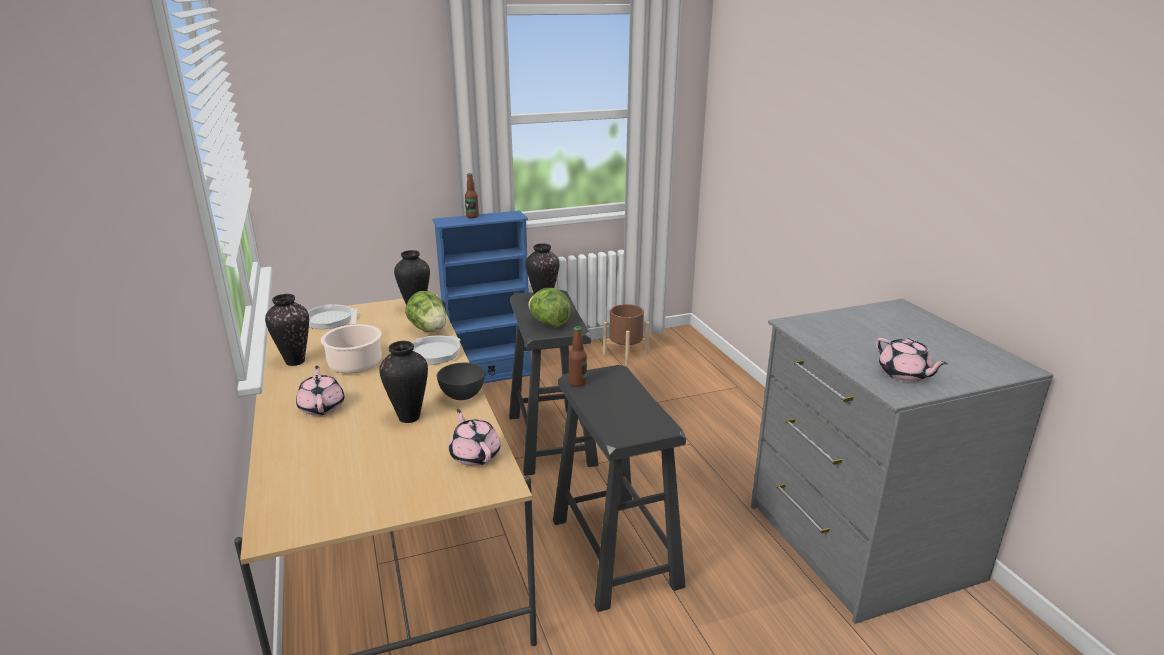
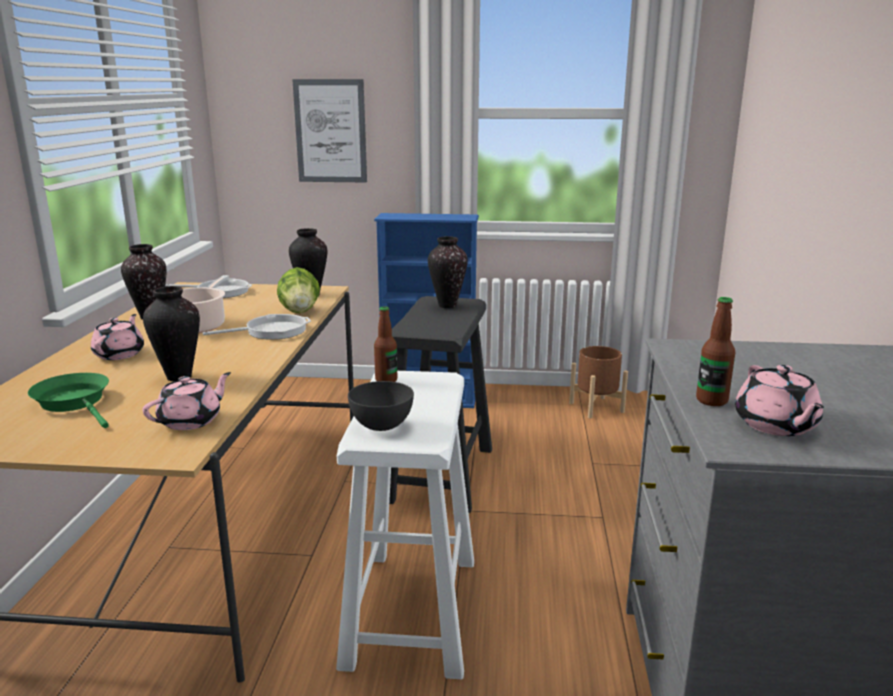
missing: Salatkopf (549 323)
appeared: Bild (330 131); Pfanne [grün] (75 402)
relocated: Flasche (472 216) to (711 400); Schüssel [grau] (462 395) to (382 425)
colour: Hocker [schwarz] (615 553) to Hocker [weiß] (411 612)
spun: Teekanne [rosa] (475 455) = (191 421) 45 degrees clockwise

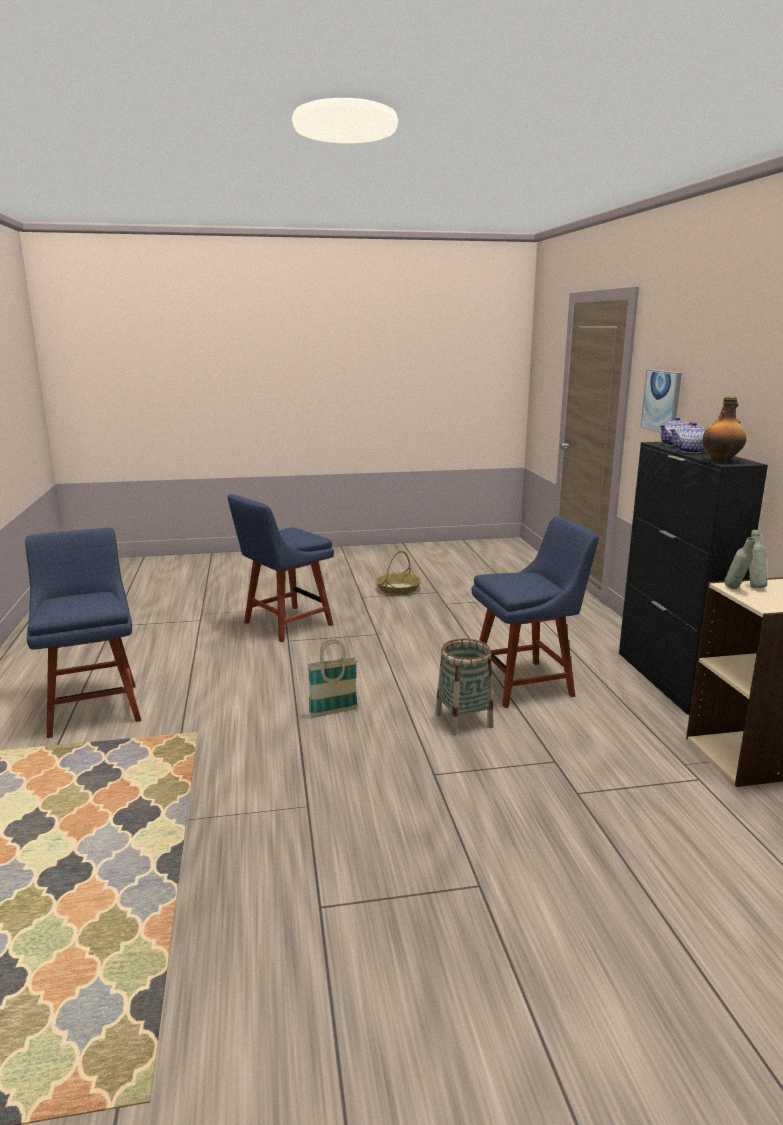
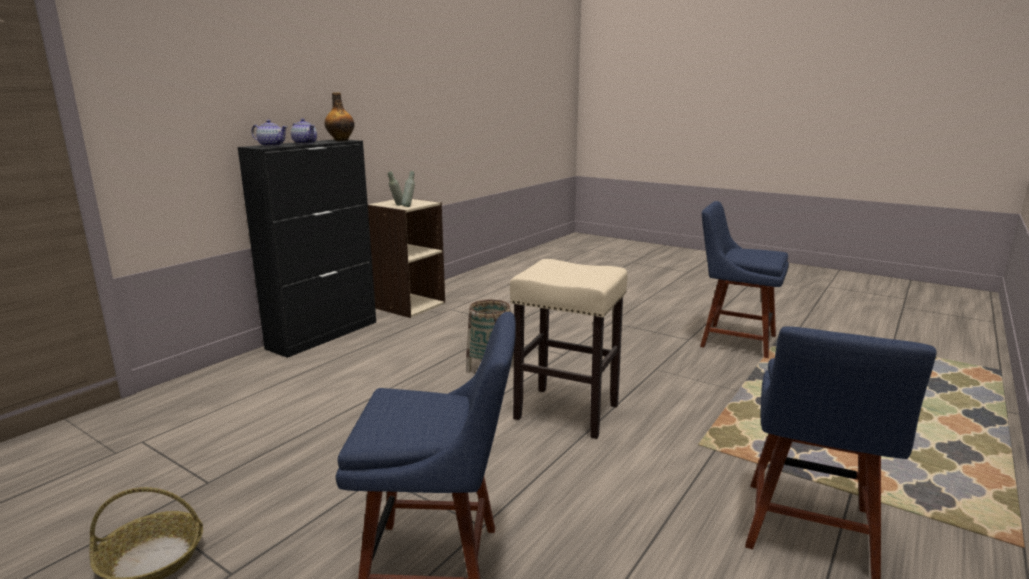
missing: Bild (662 401)
relocated: Stuhl [blau] (527 683) to (733 340)
exchanged: Korb (333 712) to Hocker [beige] (565 412)

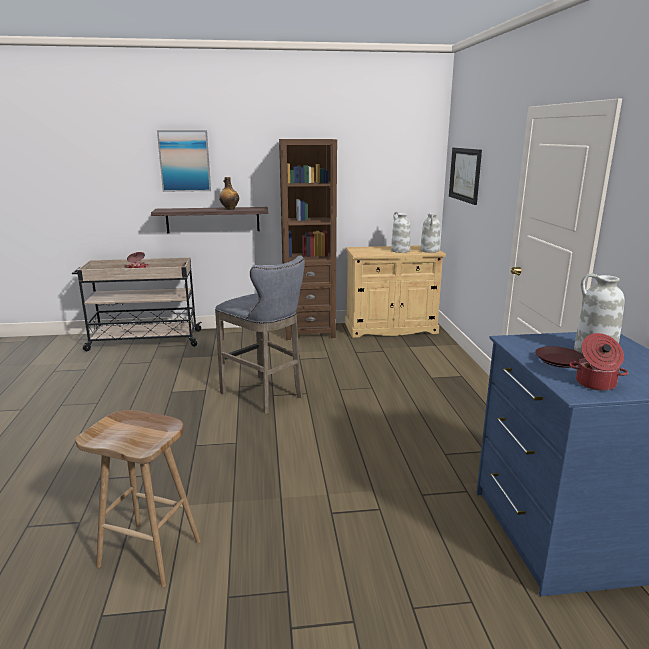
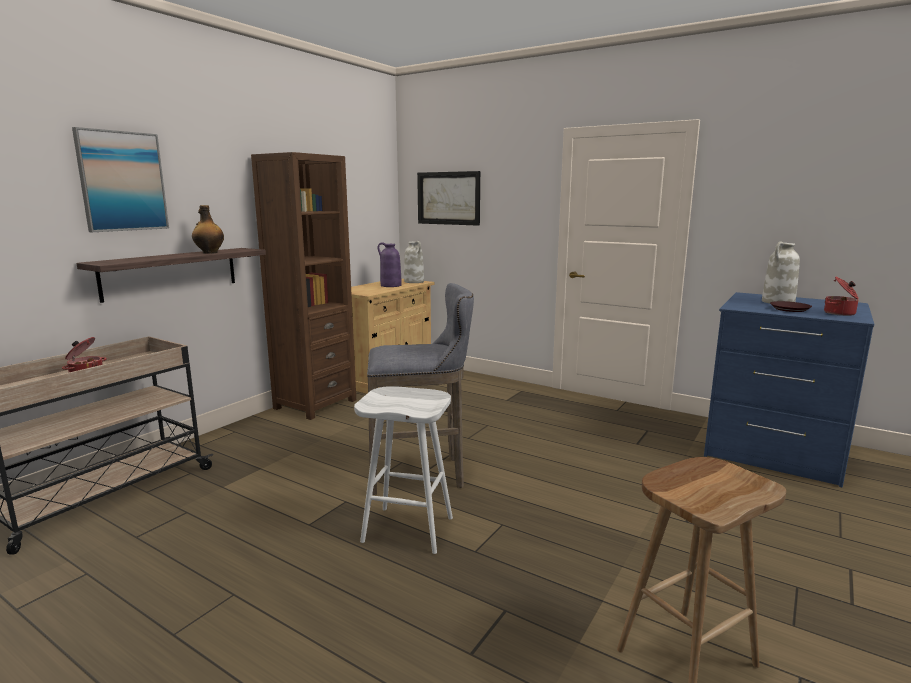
appeared: Hocker [weiß] (409 529)
colour: Vase [weiß] (400 250) to Vase [lila] (390 285)

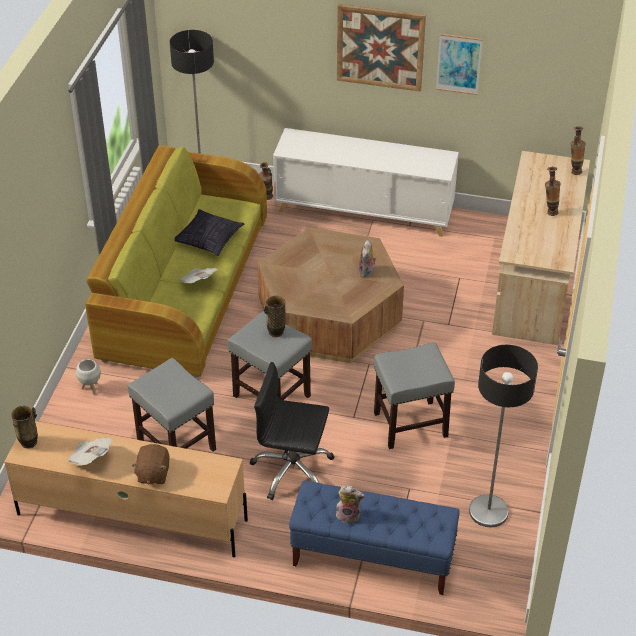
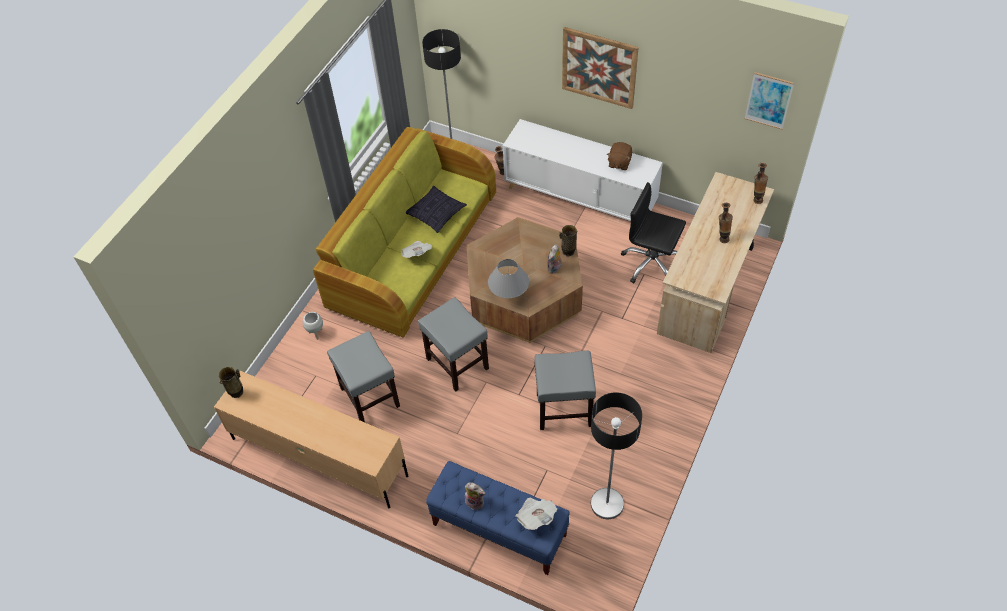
appeared: Tischlampe [grau] (509 295)
relocated: Bild (459 64) to (768 100); Vase (276 332) to (568 252); Bürostuhl [schwarz] (292 470) to (651 264); Zeitung (91 458) to (536 517); Plüschtier [braun] (153 474) to (619 163)

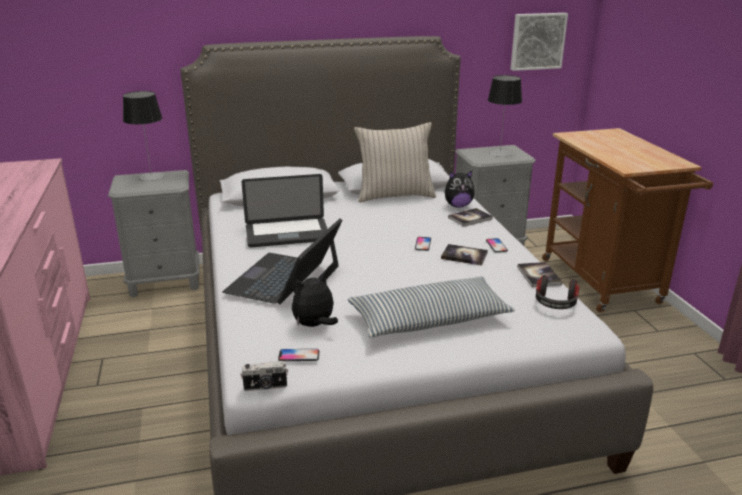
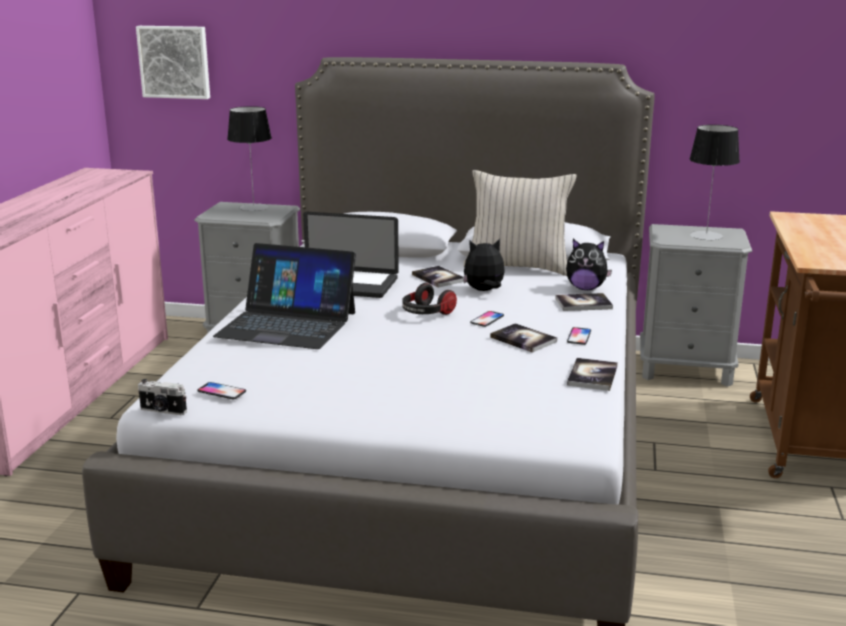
missing: Kissen (429 320)
appeared: Buch (438 278)
relocated: Bild (537 41) to (175 62); Plüschtier (315 325) to (484 291); Kopfhörer (555 304) to (426 313)
spun: Laptop (285 279) = (287 324) 120 degrees counterclockwise

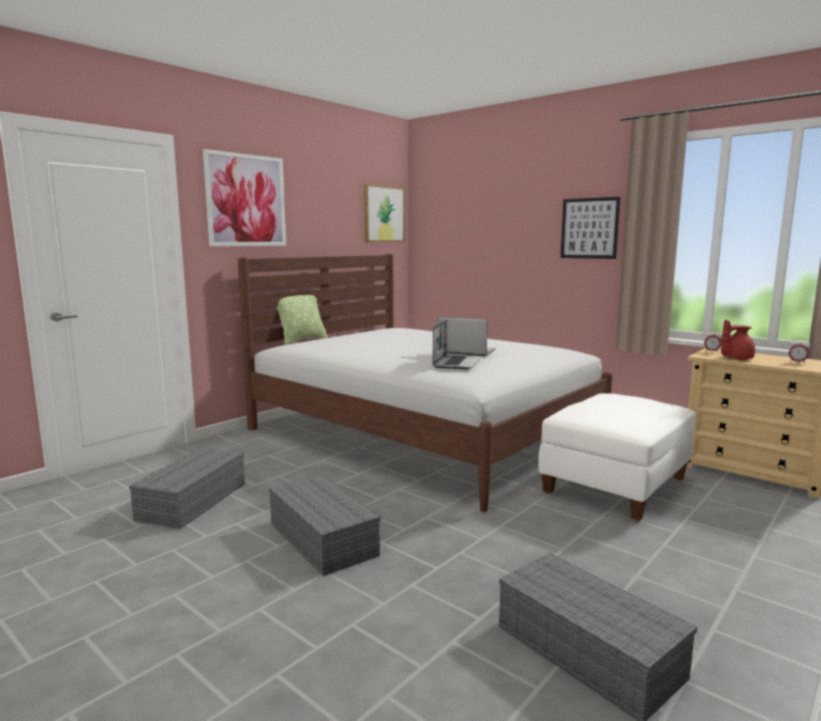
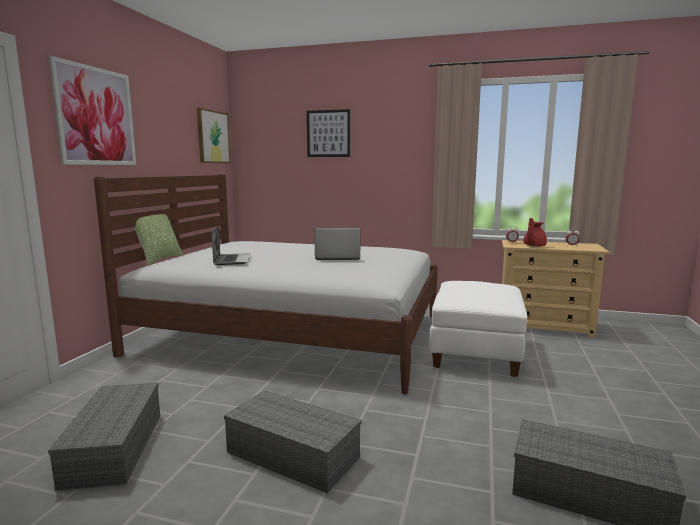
relocated: Bild (589 228) to (328 133); Laptop (456 363) to (231 260)

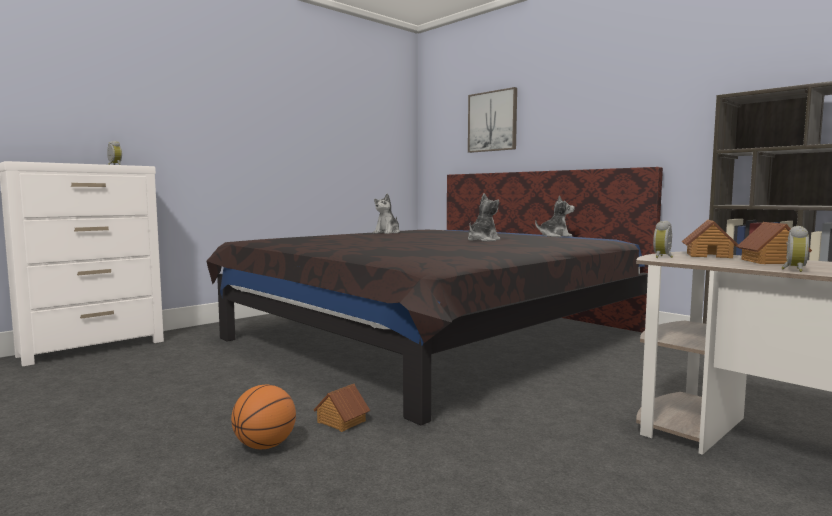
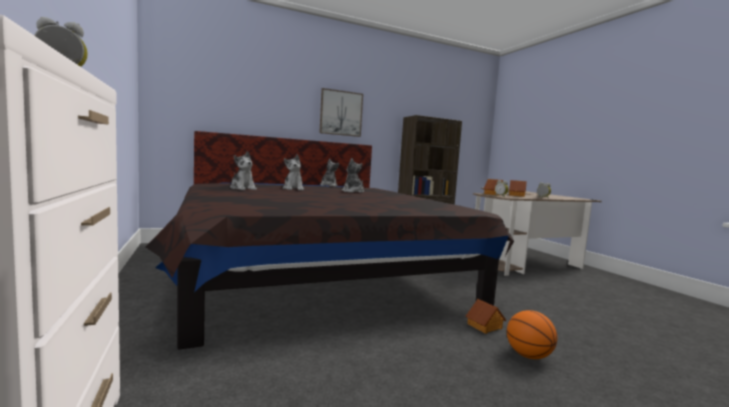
appeared: Plüschtier (293 189)
relocated: Bild (492 121) to (341 113)

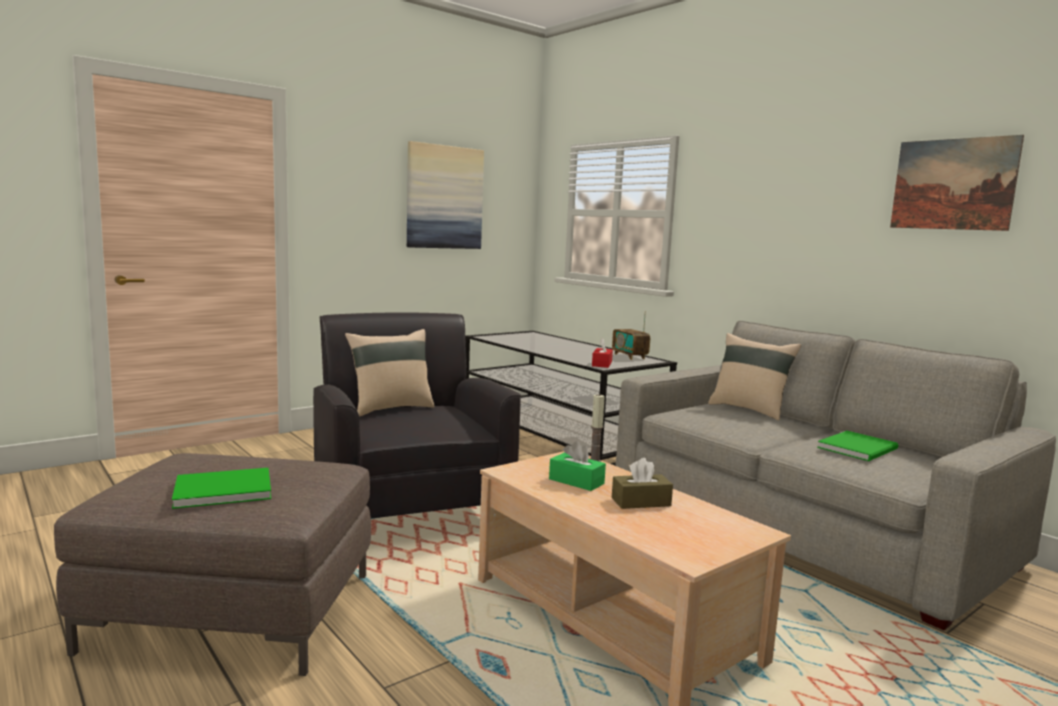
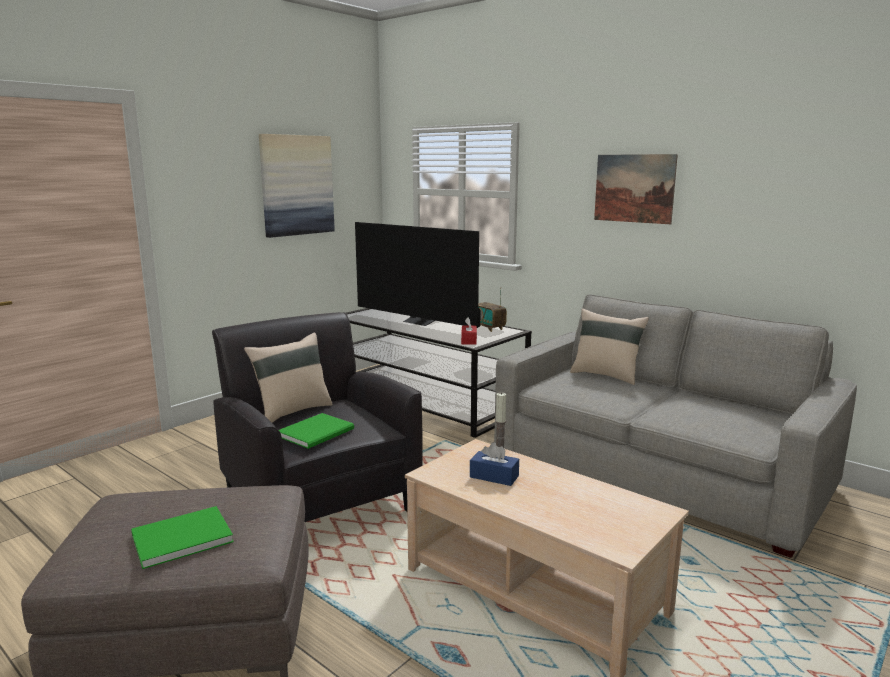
missing: Taschentuchbox [braun] (641 502)
appeared: Fernseher (420 322)
relocated: Bild (953 184) to (634 188); Buch [grün] (860 448) to (318 432)
colour: Taschentuchbox [grün] (576 481) to Taschentuchbox [blau] (494 476)

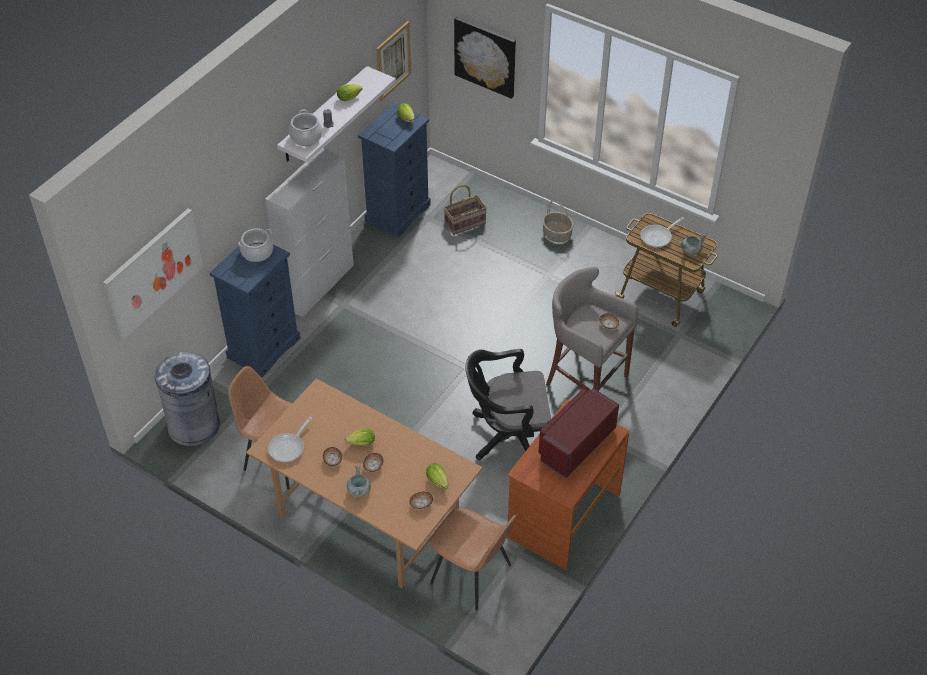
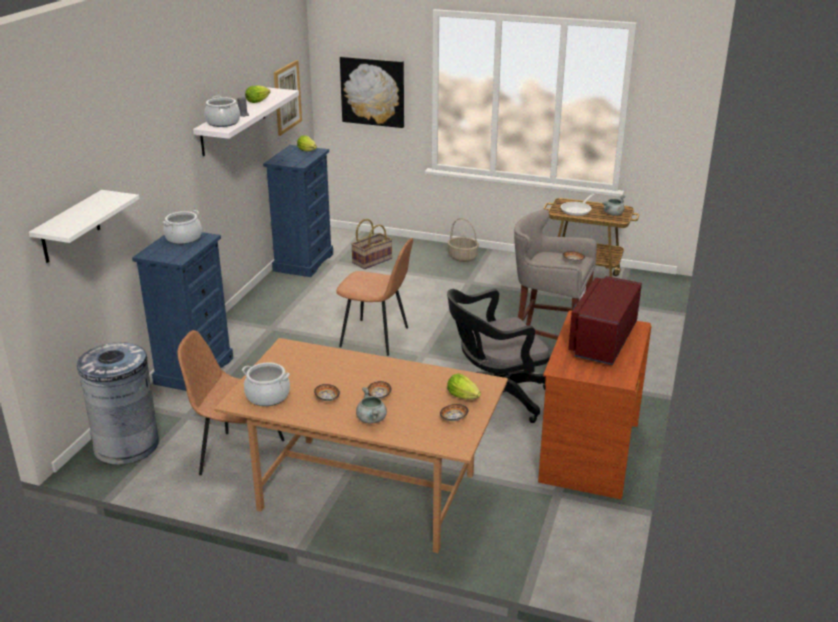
missing: Schrank [weiß] (318 285); Salatkopf (360 443)
relocated: Stuhl [braun] (472 575) to (376 337)
exchanged: Bild (153 273) to Wandregal [weiß] (70 227); Pfanne (289 447) to Kochtopf (267 396)

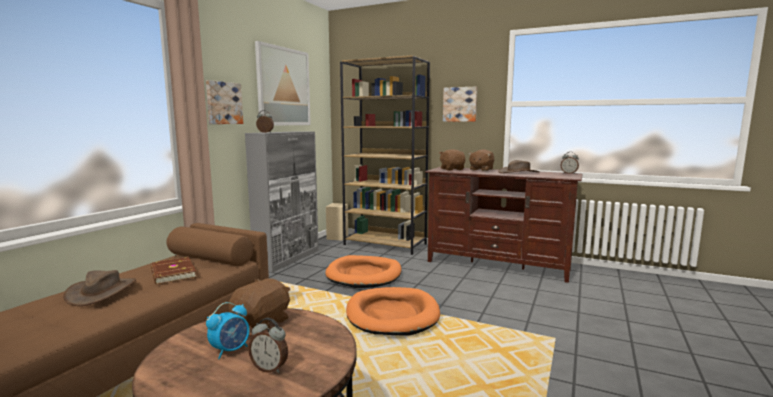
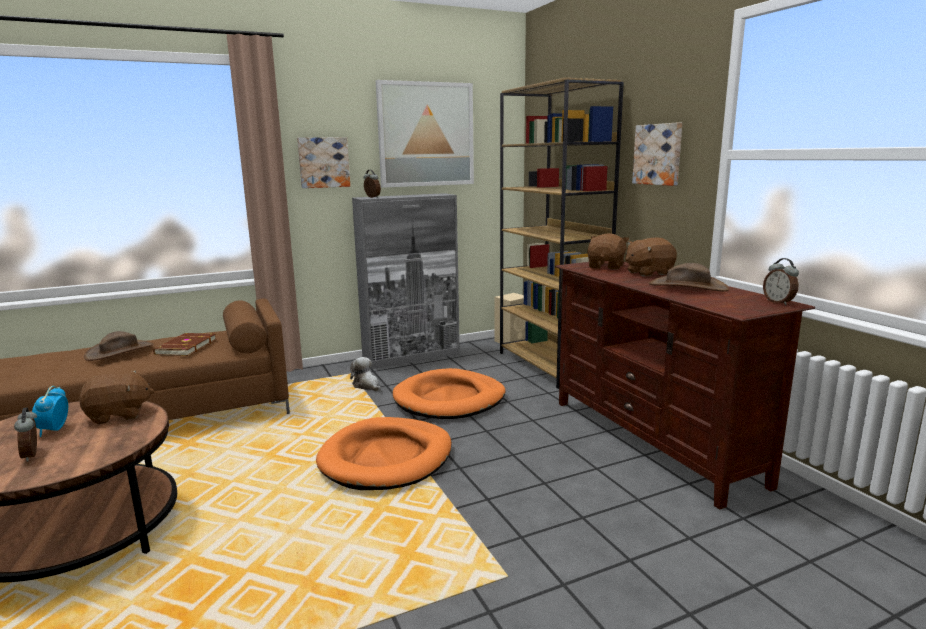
appeared: Plüschtier (366 386)
spun: Wecker (231 350) = (53 430) 90 degrees clockwise

